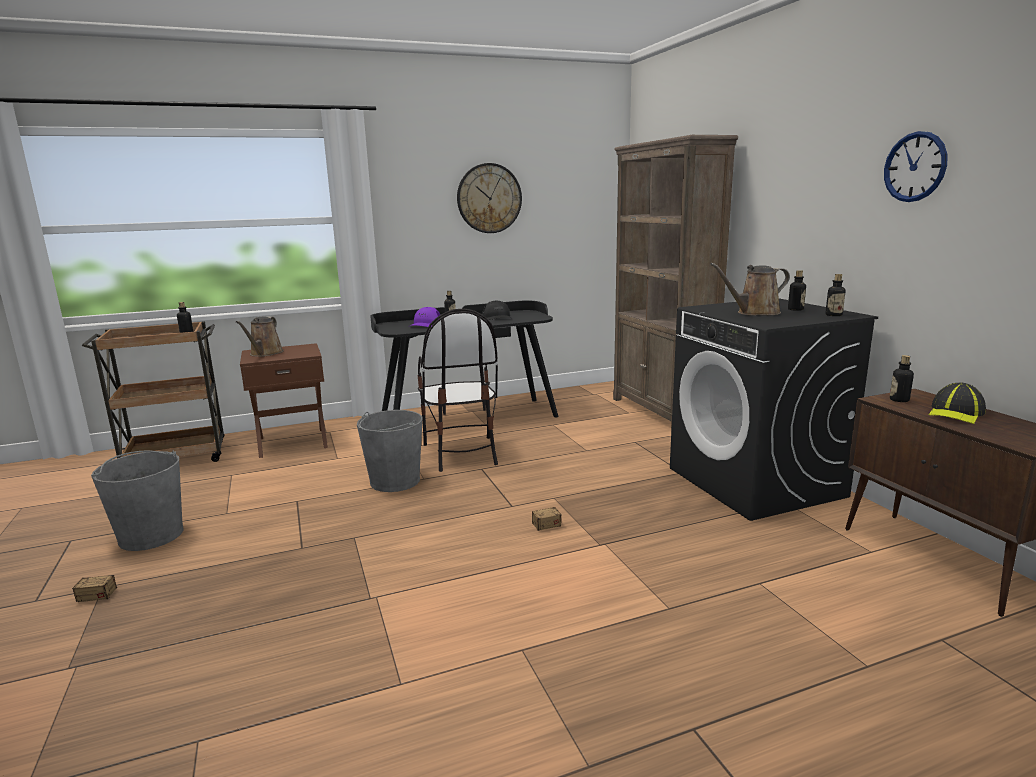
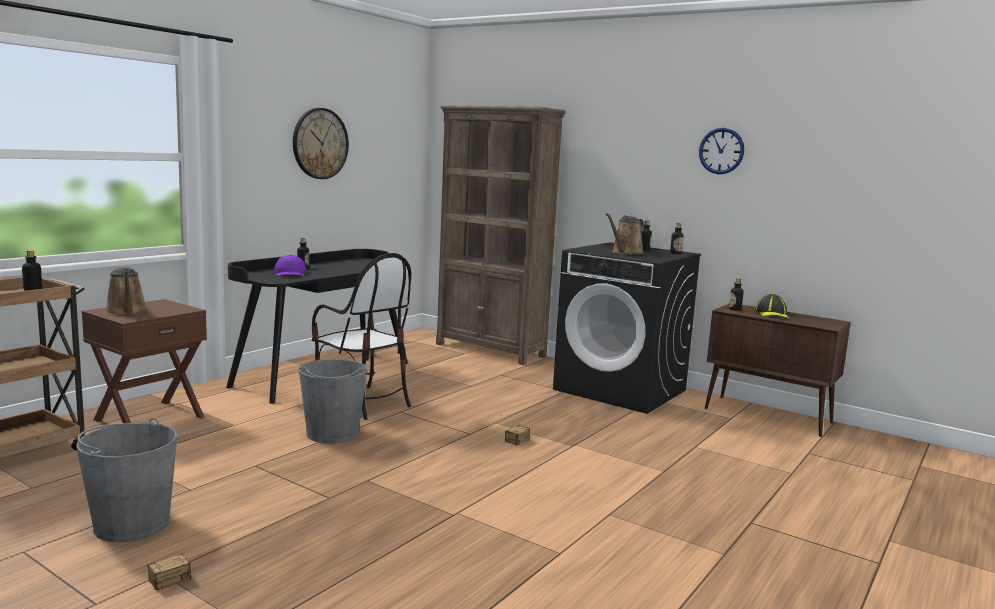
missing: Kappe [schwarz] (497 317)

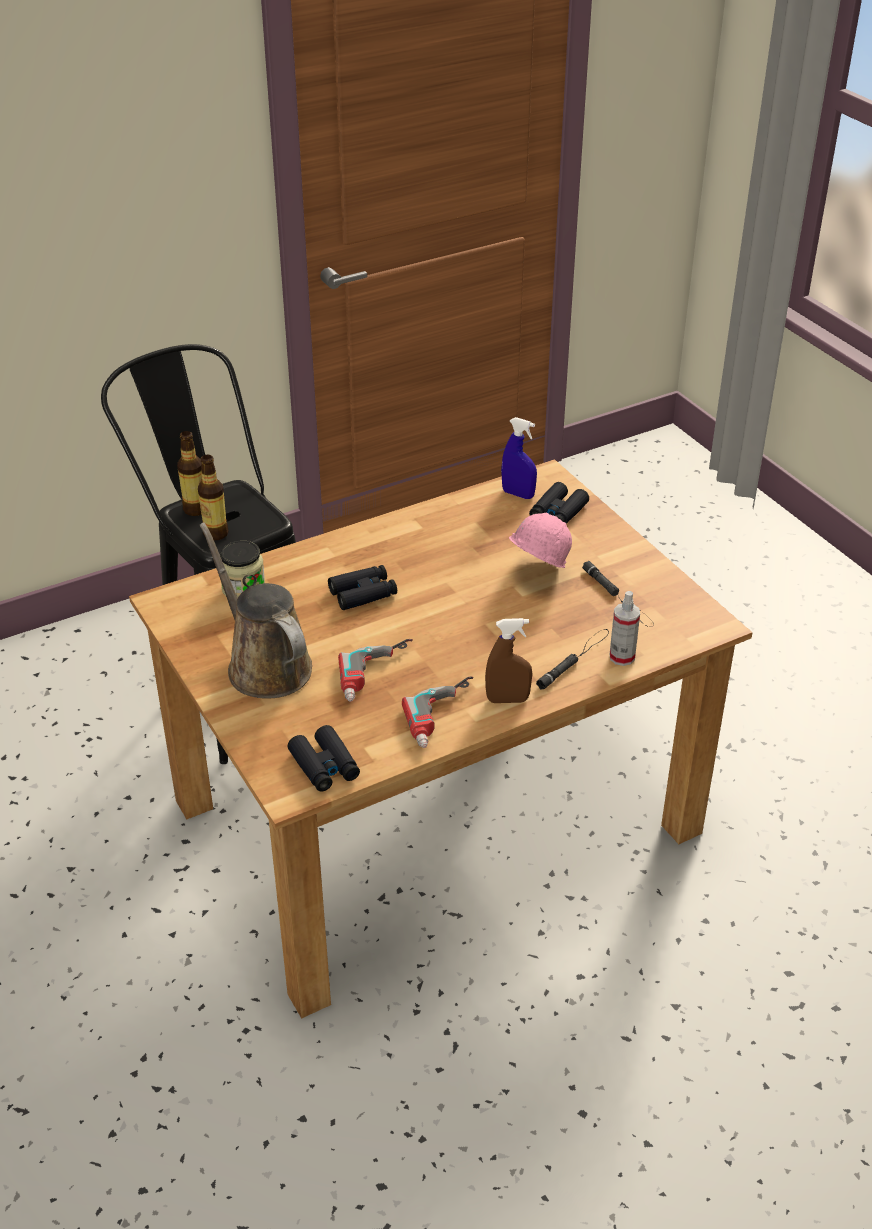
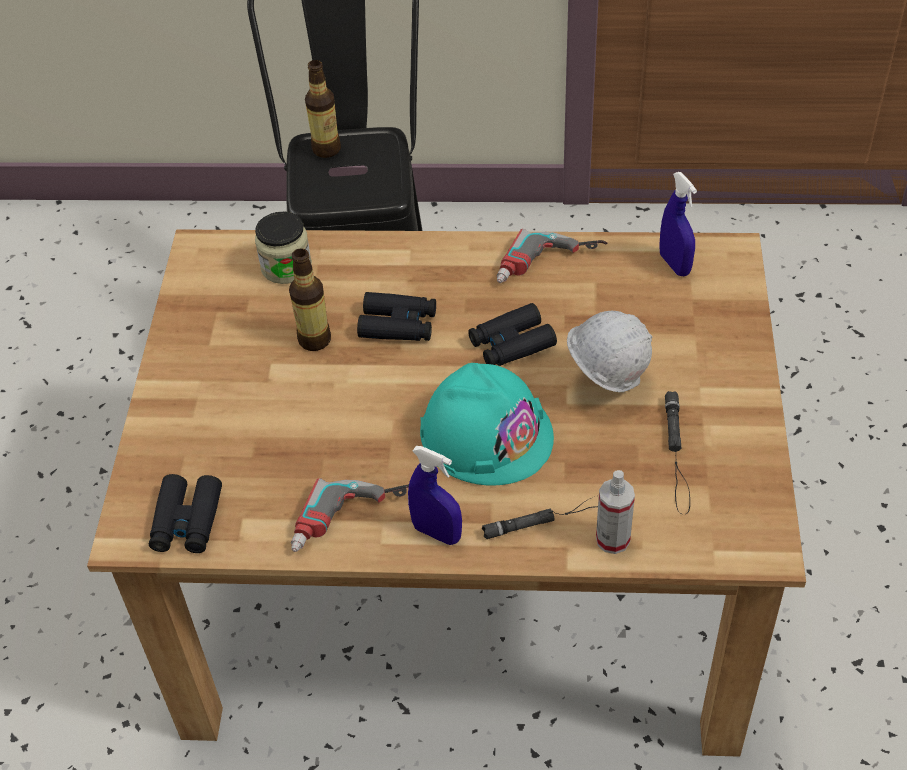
missing: Gießkanne [braun] (264 664)
appeared: Schutzhelm [türkis] (486 433)
relocated: Flasche (216 533) to (314 340); Fernglas [schwarz] (558 512) to (511 344); Bohrmaschine (379 675) to (550 267)
colour: Schutzhelm [rosa] (536 575) to Schutzhelm [weiß] (605 382); Sprühflasche [braun] (507 700) to Sprühflasche [blau] (437 533)

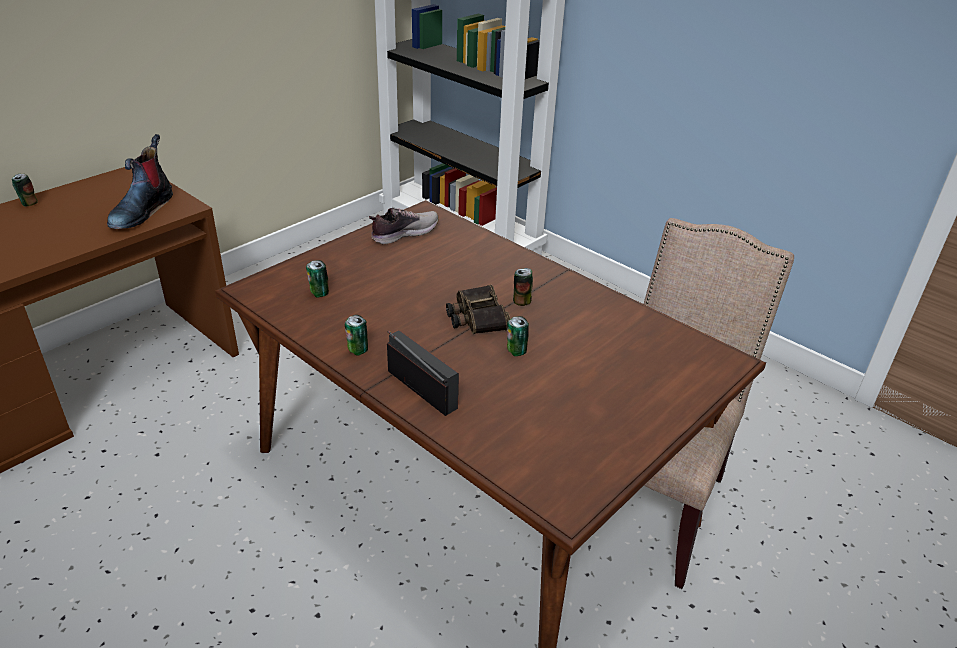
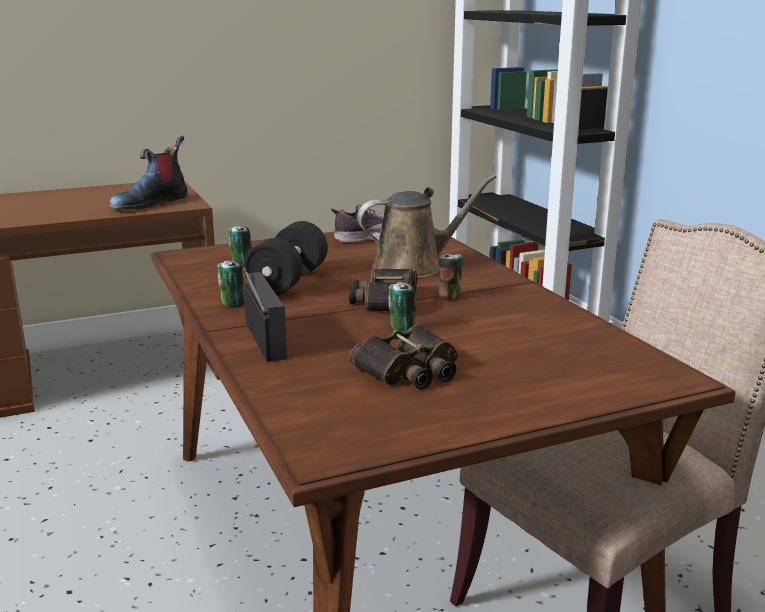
missing: Dose (29 203)
appeared: Gießkanne [braun] (414 267); Hantel [schwarz] (288 281); Fernglas (410 370)

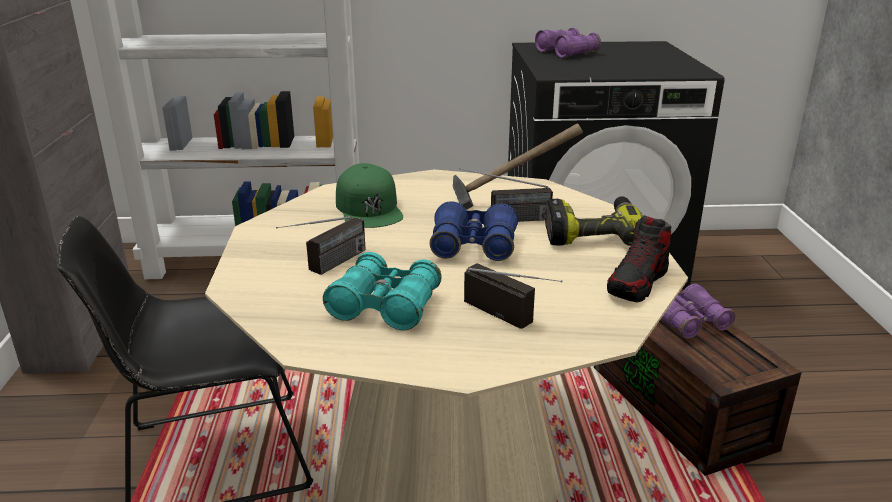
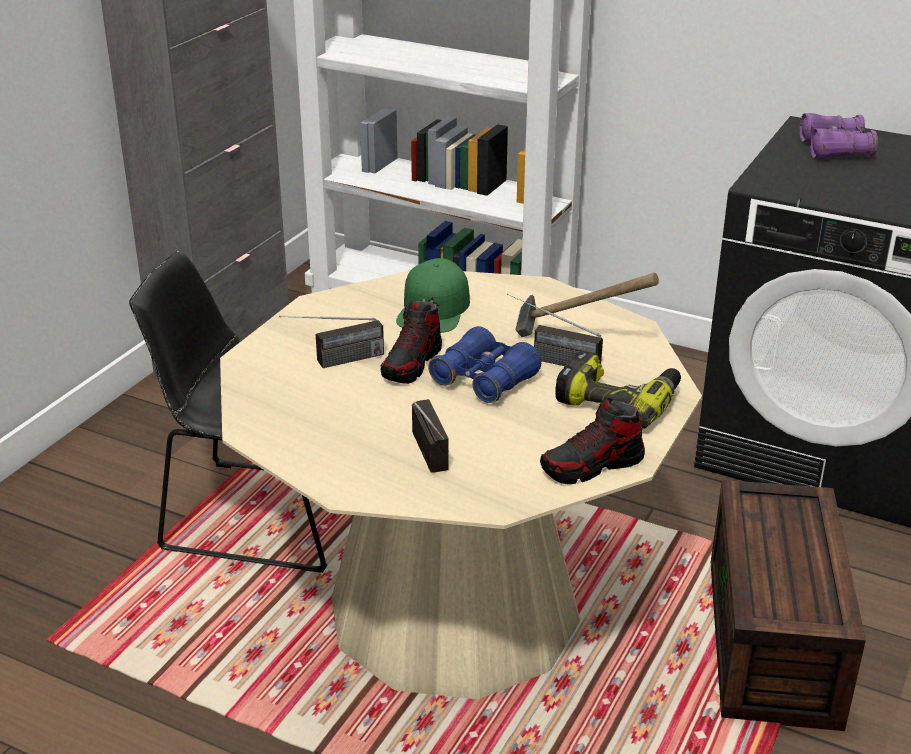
missing: Fernglas [türkis] (385 306); Fernglas [lila] (688 322)
appeared: Schuh (412 364)

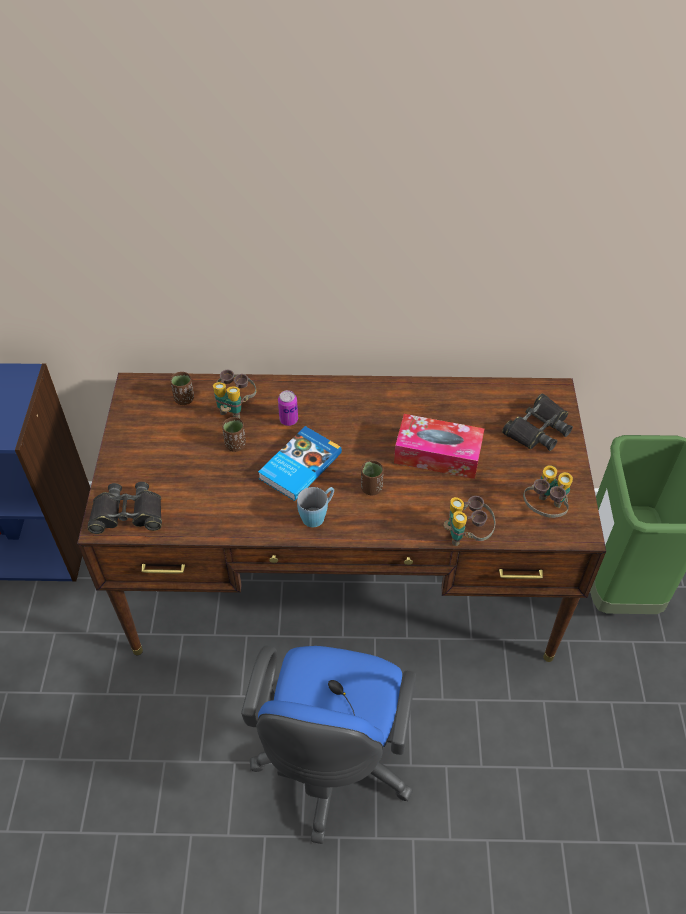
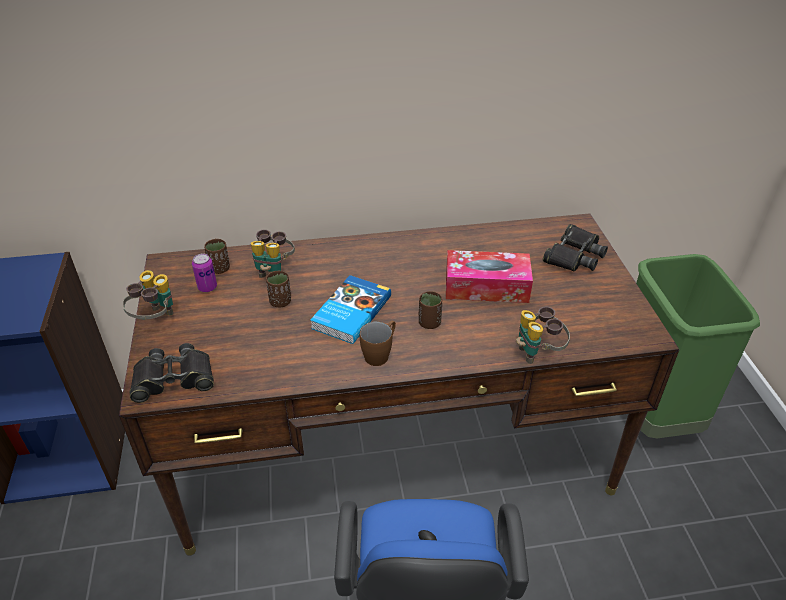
relocated: Dose (288 420) to (207 287); Fernglas (544 510) to (155 319)
colour: Henkelbecher [blau] (317 515) to Henkelbecher [braun] (380 353)

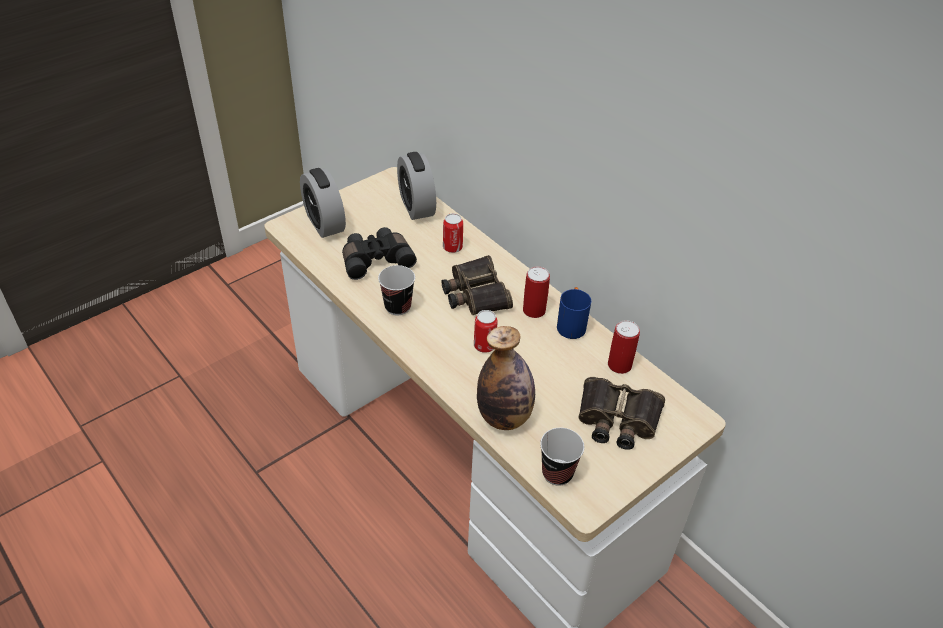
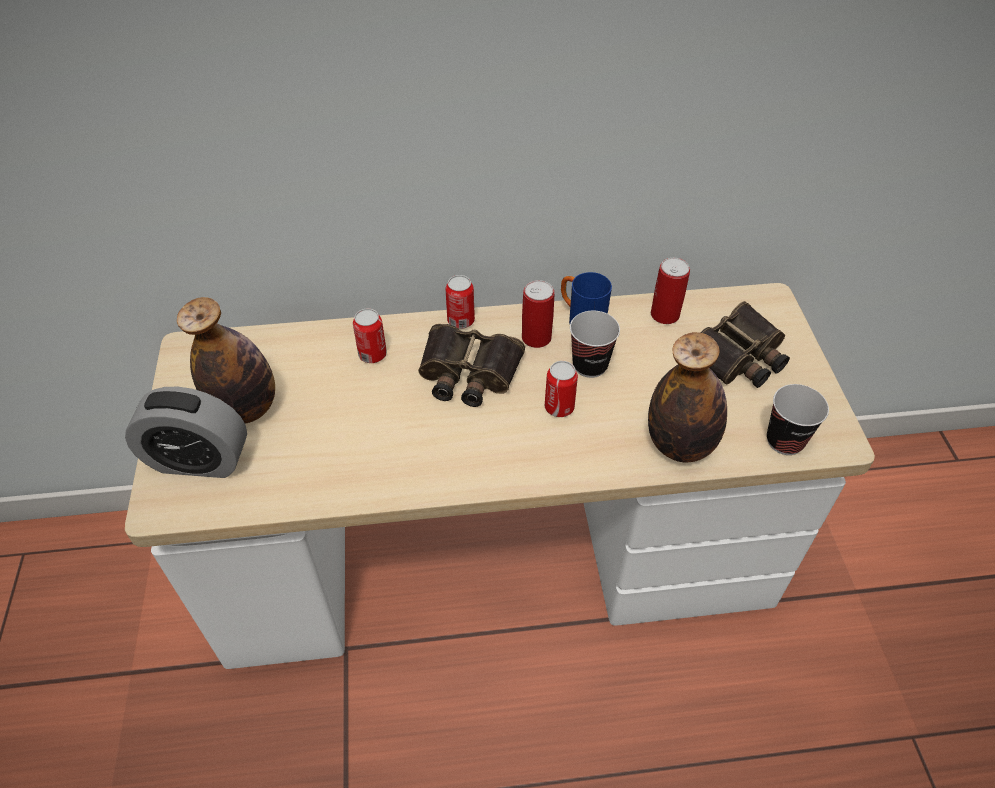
missing: Wecker (416 206); Fernglas [schwarz] (376 260)
appeared: Dose (461 320); Flasche (246 408)
relocated: Tasse (397 306) to (590 365)

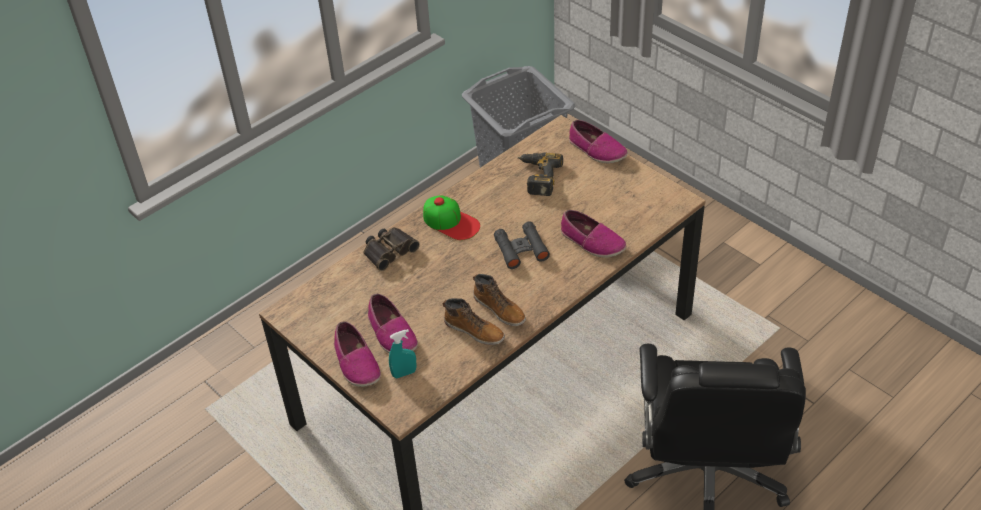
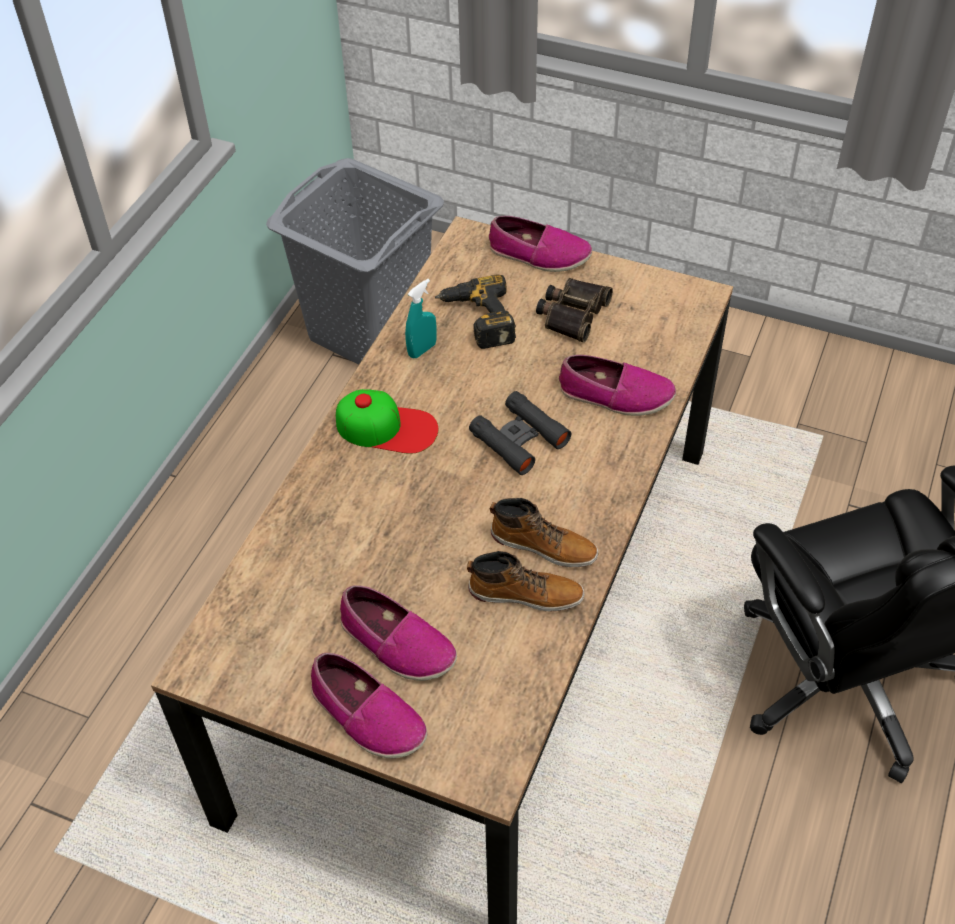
relocated: Fernglas (389 250) to (572 313); Sprühflasche [türkis] (404 373) to (422 350)

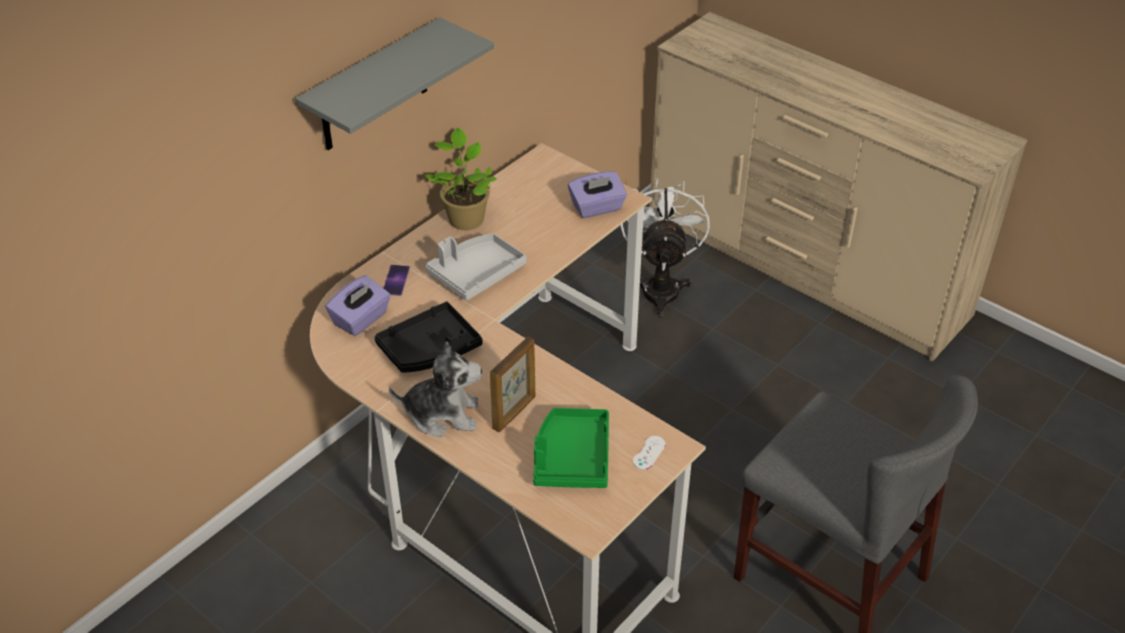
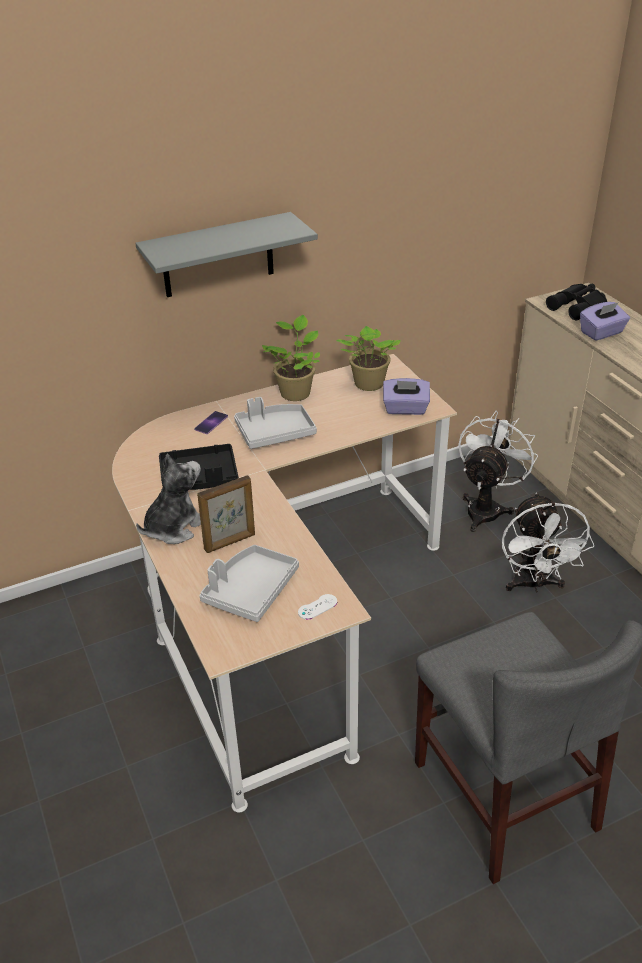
appeared: Fernglas [schwarz] (578 307); Topfpflanze (367 385); Ventilator [weiß] (533 584)
relocated: Taschentuchbox [lila] (361 319) to (602 333)
colour: Tablett [grün] (571 458) to Tablett [grau] (250 590)
spun: Plüschtier (442 414) = (174 527) 75 degrees counterclockwise

